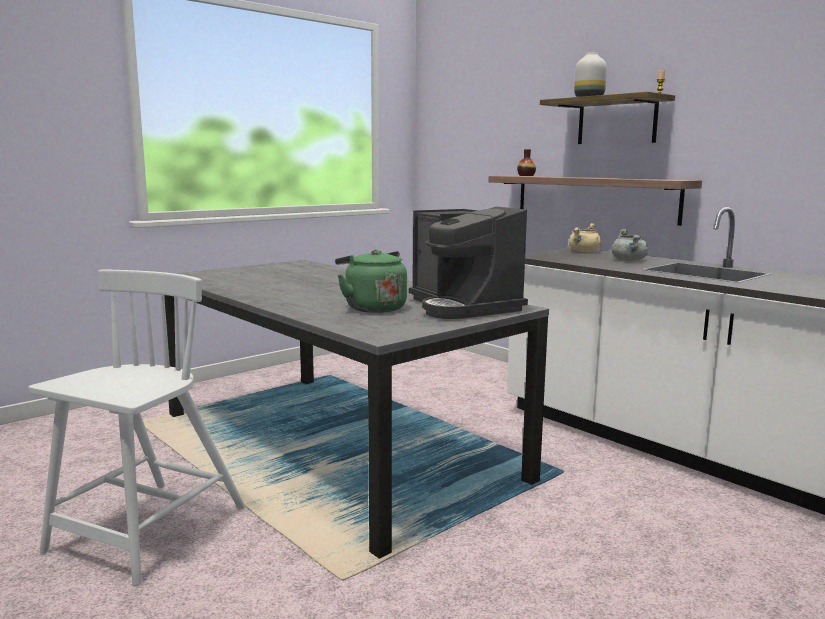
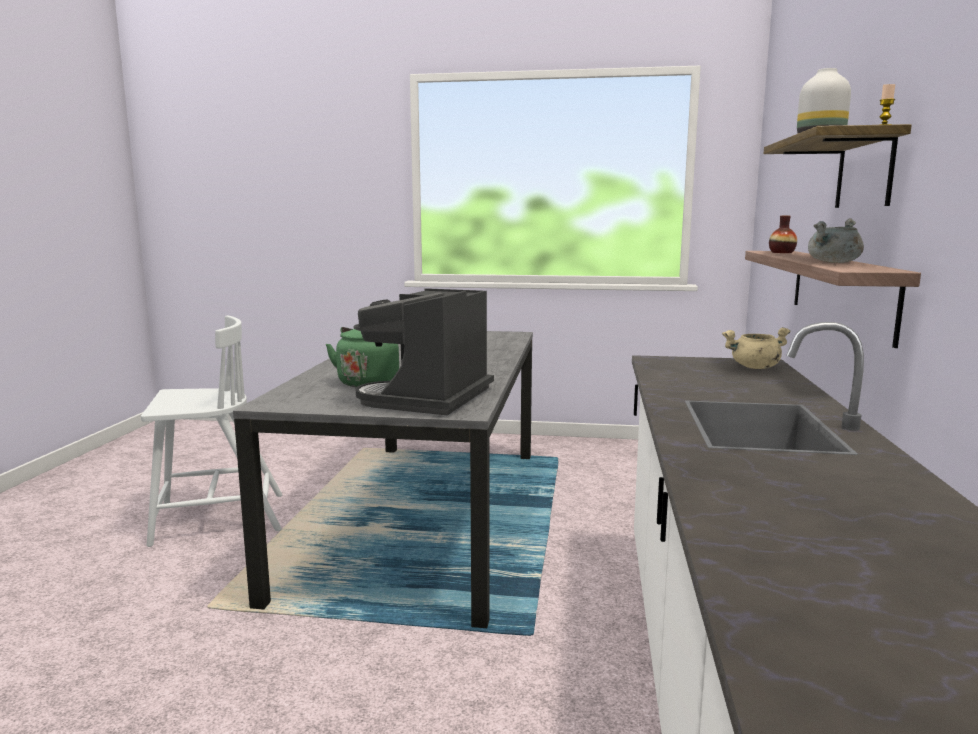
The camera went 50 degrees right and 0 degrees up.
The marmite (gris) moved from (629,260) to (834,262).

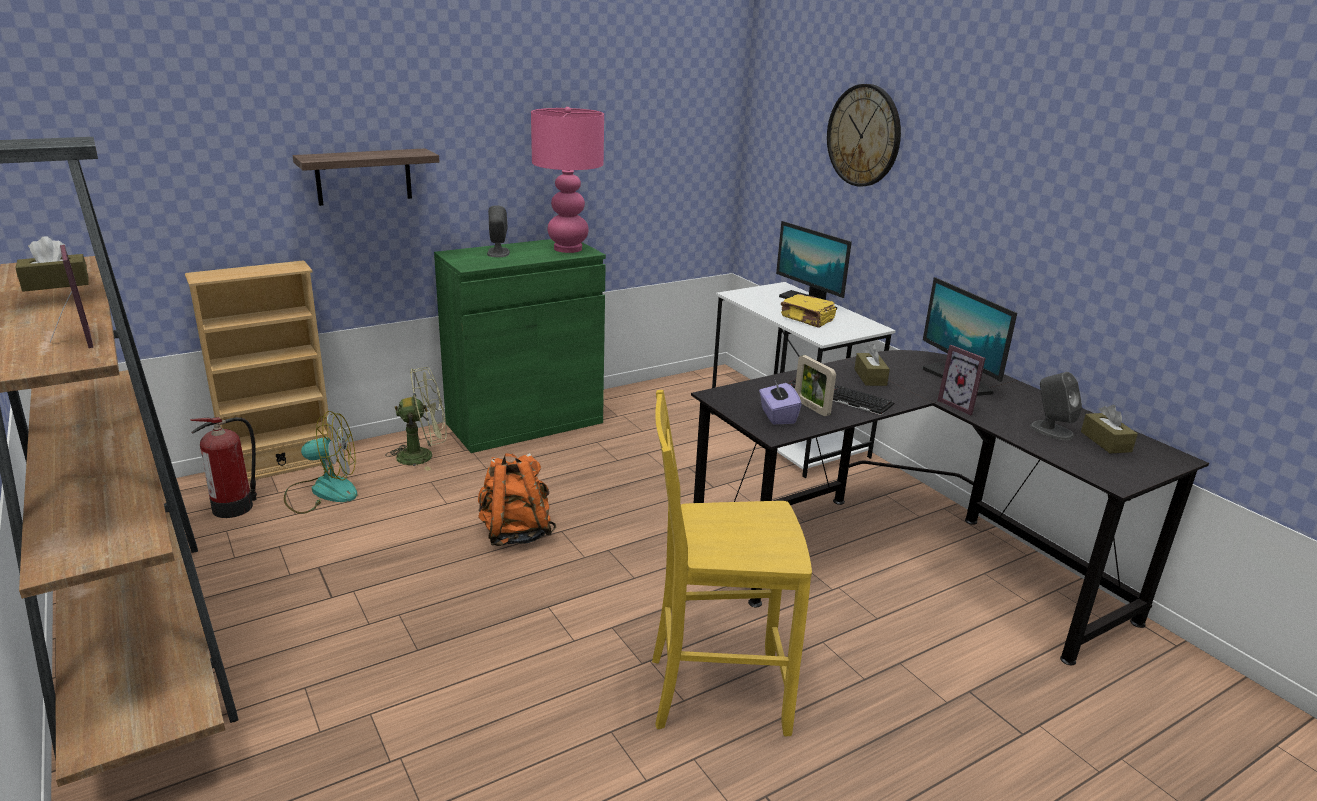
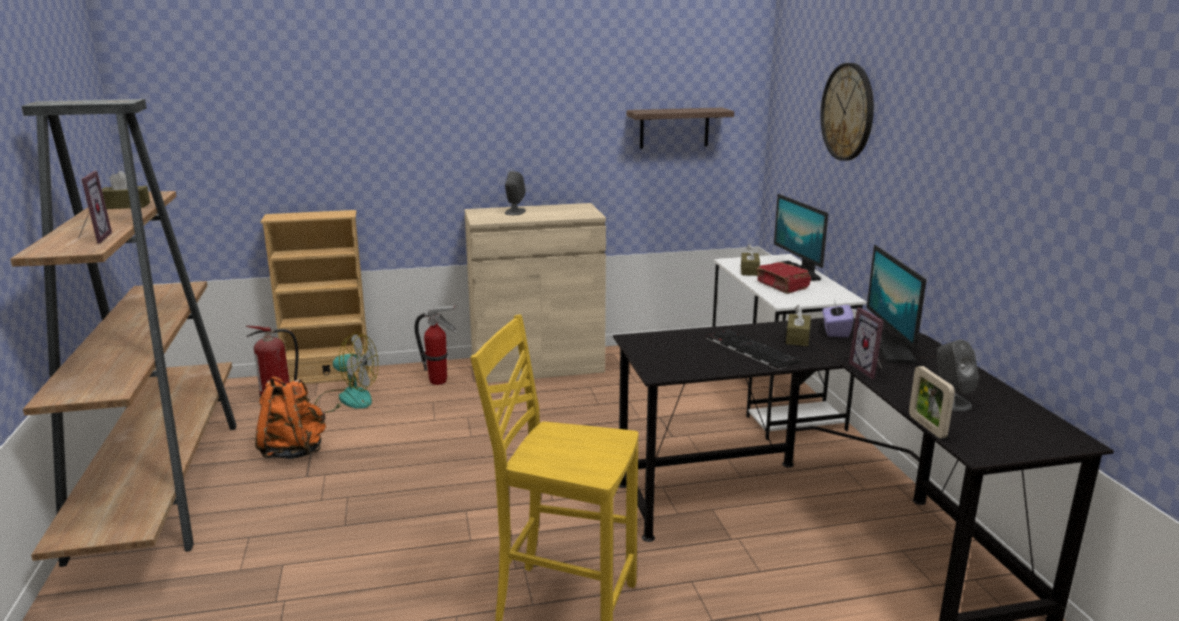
The camera went 20 degrees right and 5 degrees down.
The lampe de table (rose) at (567,248) disappeared.
The étagère moved from (363,176) to (674,128).
The meuble de rangement (vert) at (525,423) became the meuble de rangement (beige) at (537,365).
The livre (jaune) at (807,319) became the livre (rouge) at (782,286).
The cadre photo moved from (811,407) to (927,426).
The ventilateur (vert) at (423,456) was replaced by the extincteur at (439,381).
The boîte à mouchoirs (violet) moved from (777,416) to (835,331).
The boîte à mouchoirs (marron) moved from (1105,441) to (749,270).
The sac à dos (orange) moved from (515,533) to (294,451).

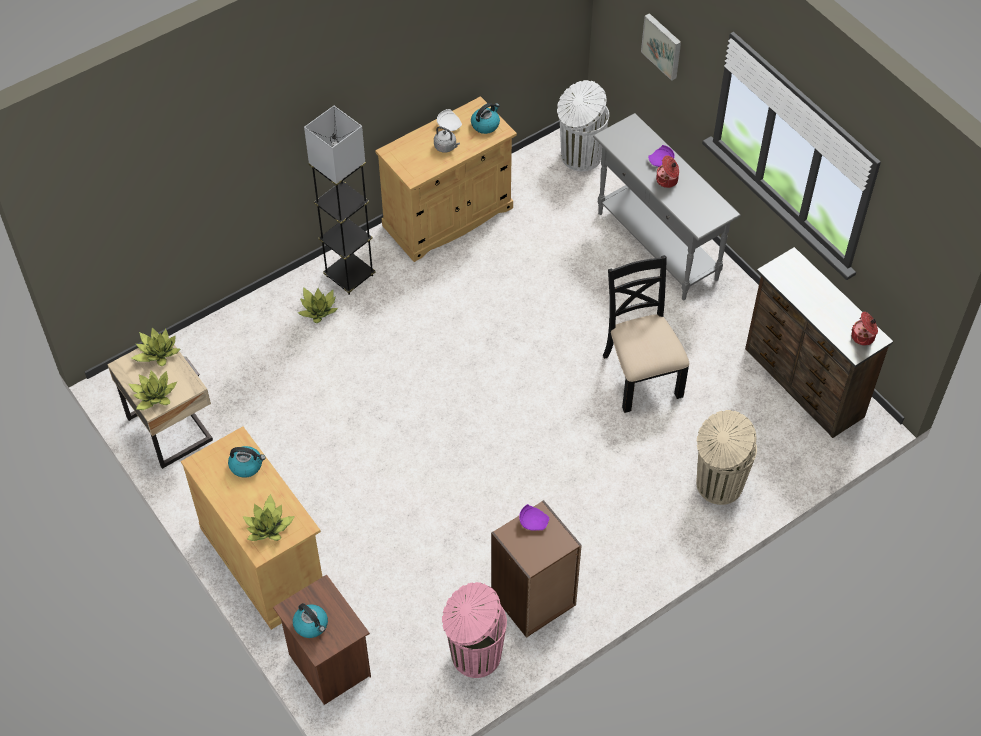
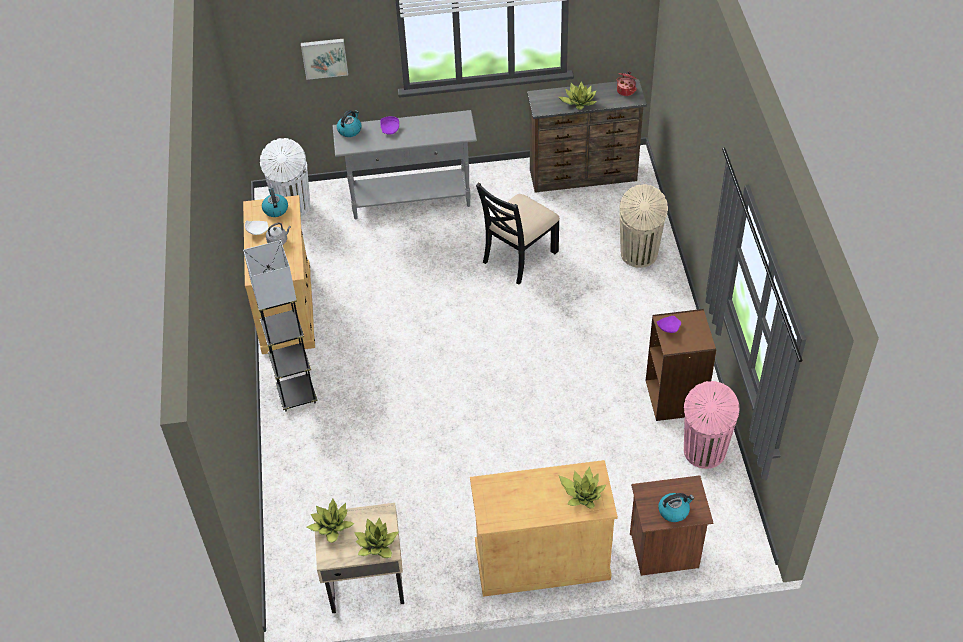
The camera went 60 degrees left and 5 degrees down.
The marmite at (667,180) disappeared.
The chaise (noir) at (641,375) turned 60 degrees counterclockwise.
The plante en pot moved from (318,310) to (578,101).
The bouilloire moved from (246,465) to (349,130).

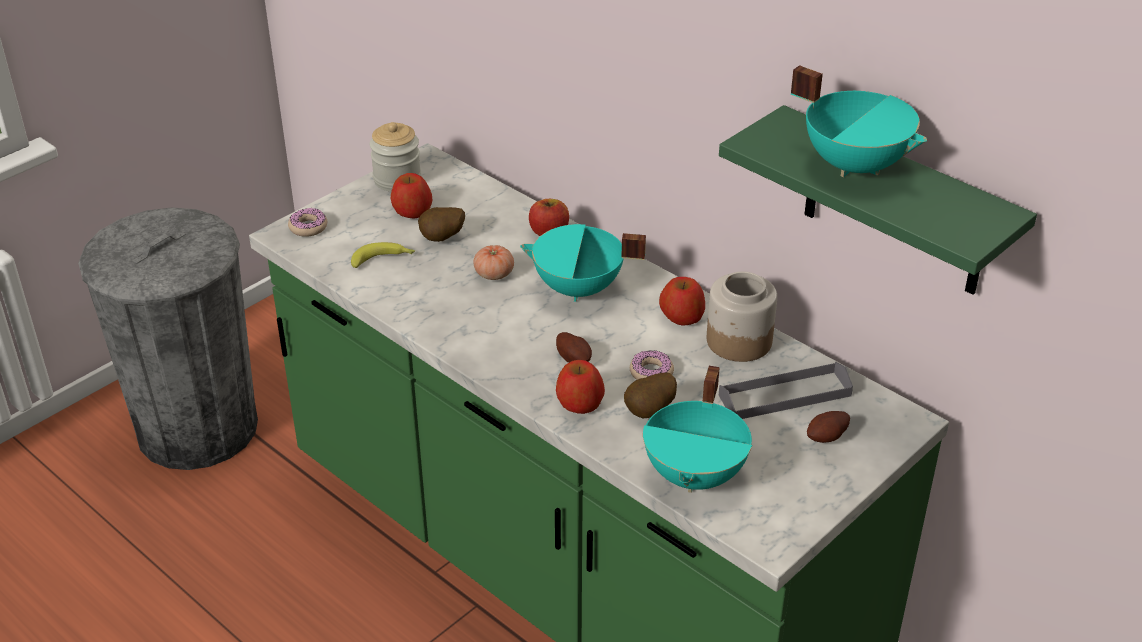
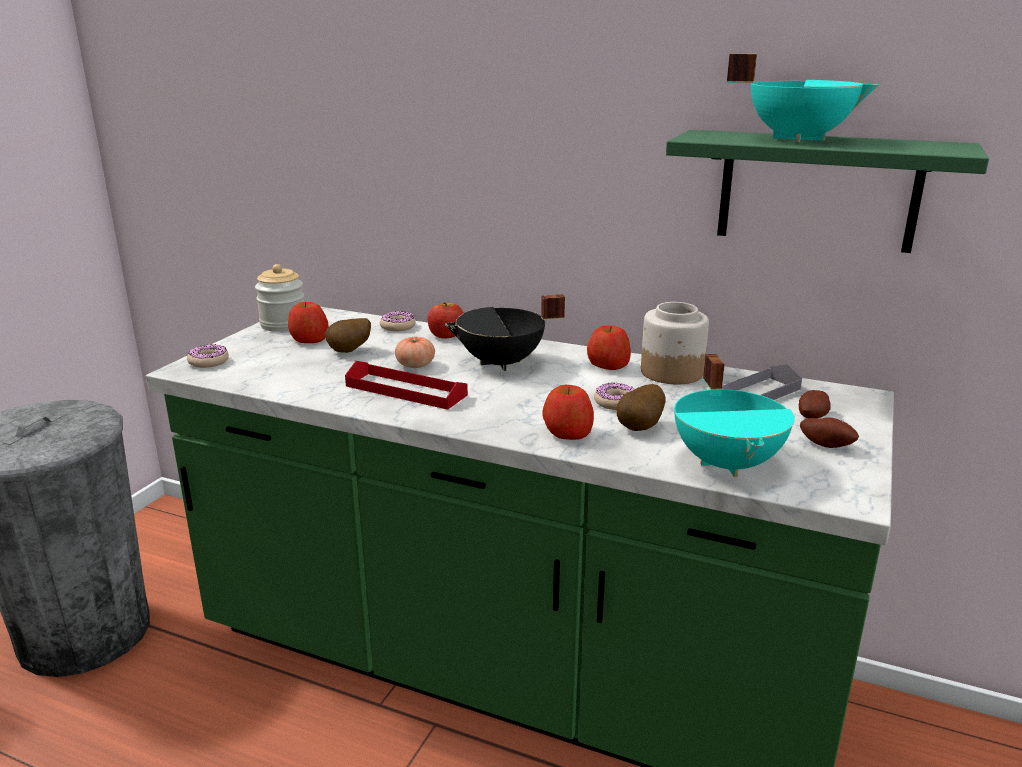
The camera went 20 degrees left and 15 degrees down.
The marmite (turquoise) at (578,289) became the marmite (noir) at (502,363).
The banane at (383,260) disappeared.
The pomme de terre moved from (574,359) to (827,445).
The beignet at (398,326) appeared.
The plateau (rouge) at (406,390) appeared.

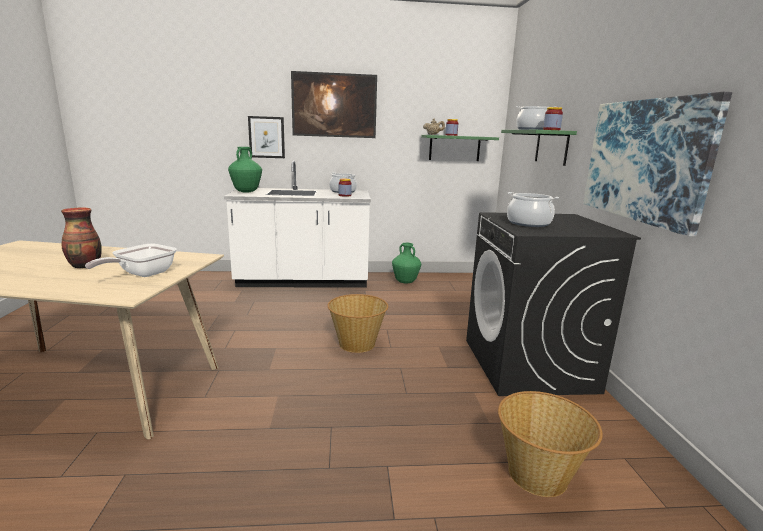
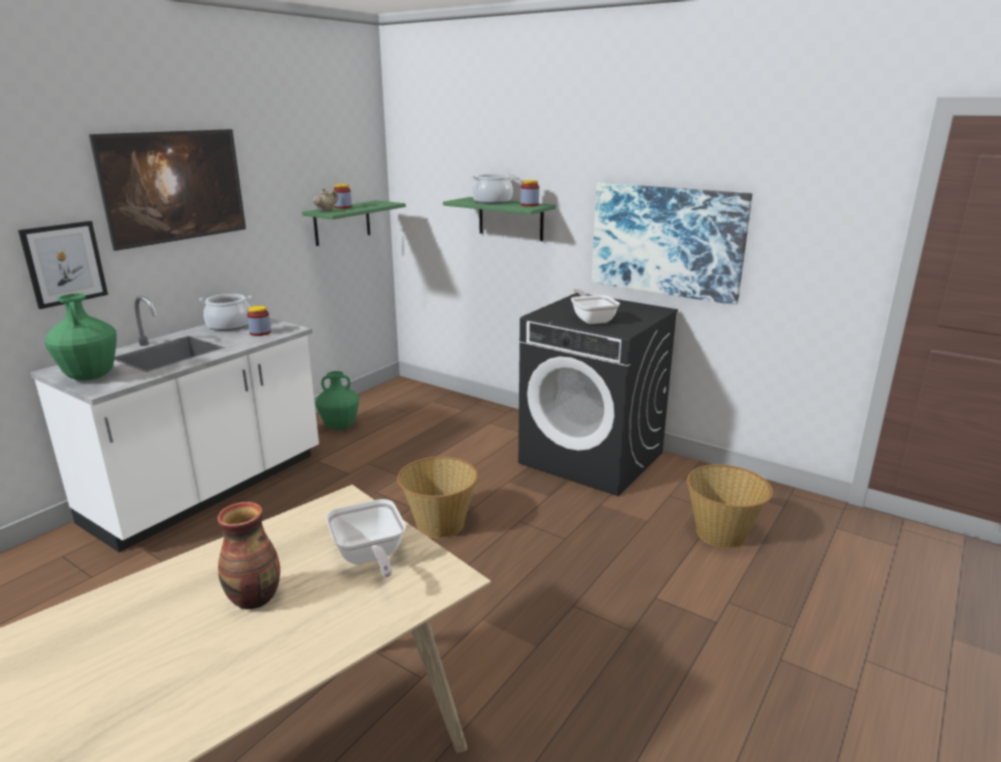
The camera went 50 degrees left and 5 degrees up.
The marmite at (528,223) was replaced by the poêle at (592,319).

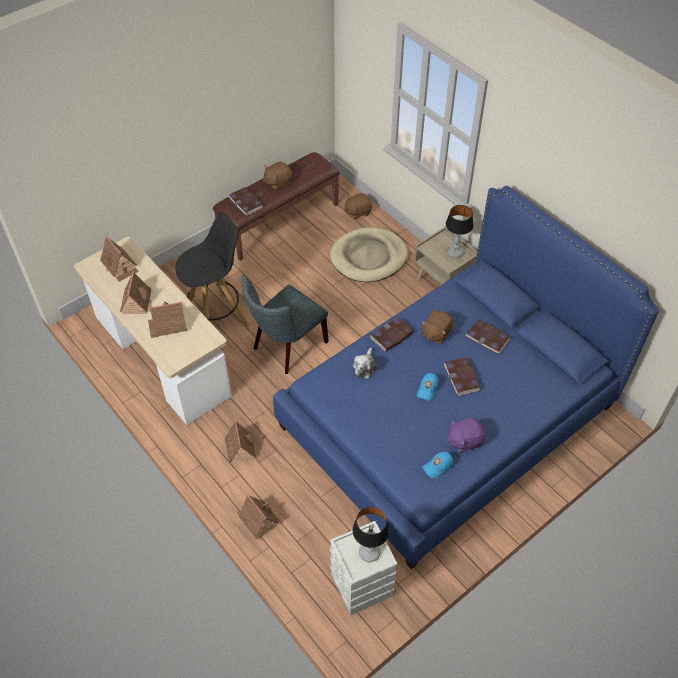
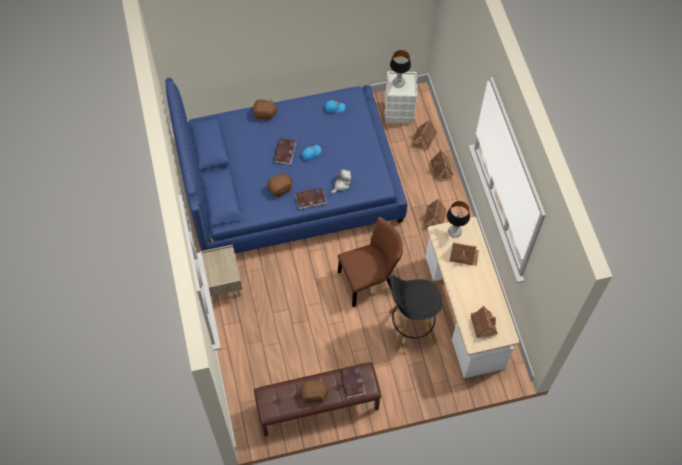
The camera went 155 degrees left and 10 degrees up.
The peluche (marron) moved from (357,212) to (265,114).
The lampe de table moved from (455,253) to (455,231).
The panier pour chien (beige) at (368,257) disappeared.
The maison miniature moved from (136,301) to (423,139).
The chaise (gris) at (286,347) became the chaise (marron) at (370,280).
The livre at (487,338) disappeared.
The peluche (violet) at (464,440) disappeared.

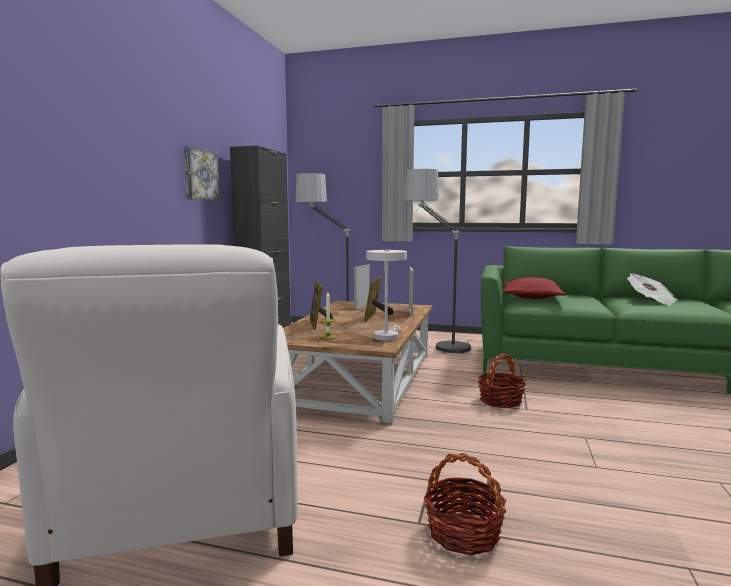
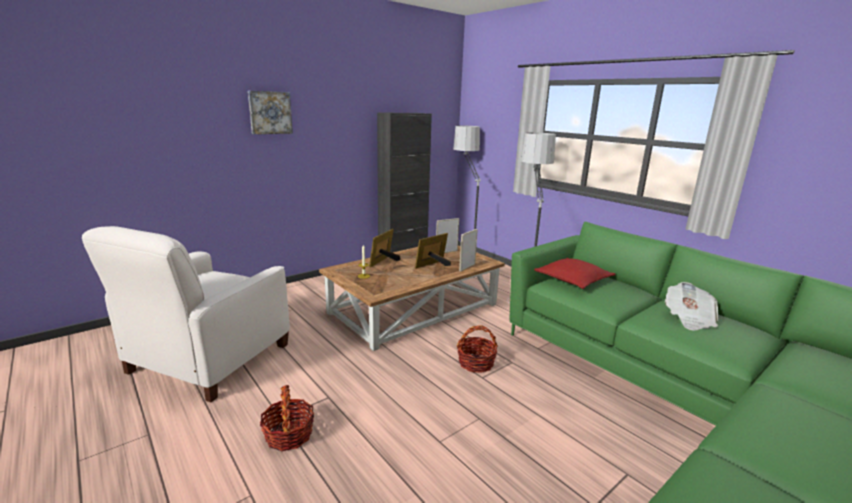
The camera went 35 degrees right and 10 degrees up.
The tableau moved from (199,174) to (270,112).
The lampe de table (blanc) at (387,336) disappeared.

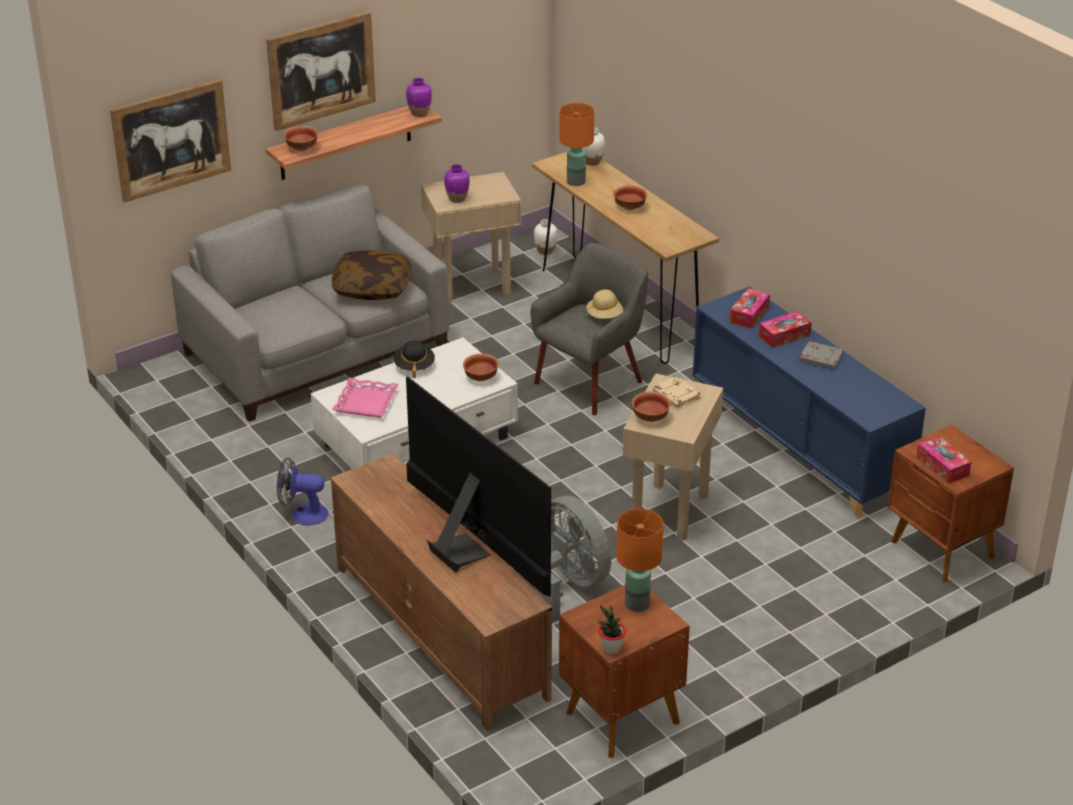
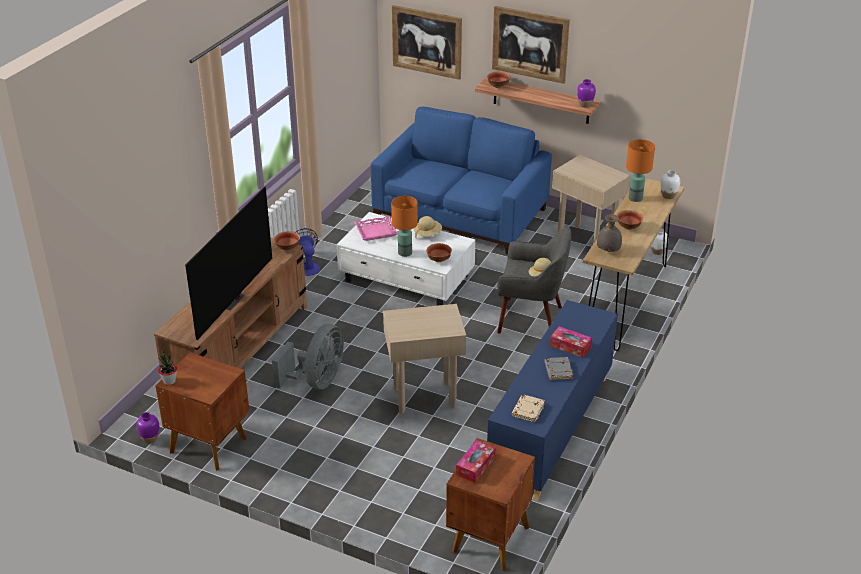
The camera went 60 degrees right and 0 degrees up.
The vase (violet) moved from (457,199) to (150,439).
The canapé (gris) at (317,351) became the canapé (bleu) at (460,214).
The coussin at (372,288) disappeared.
The boîte à mouchoirs at (749,314) disappeared.
The chapeau (noir) at (414,366) became the chapeau (beige) at (427,234).
The livre (beige) moved from (675,395) to (527,410).
The bol moved from (651,418) to (288,248).
The lampe de table (orange) moved from (636,604) to (404,253).
The vase (gris) at (608,250) appeared.

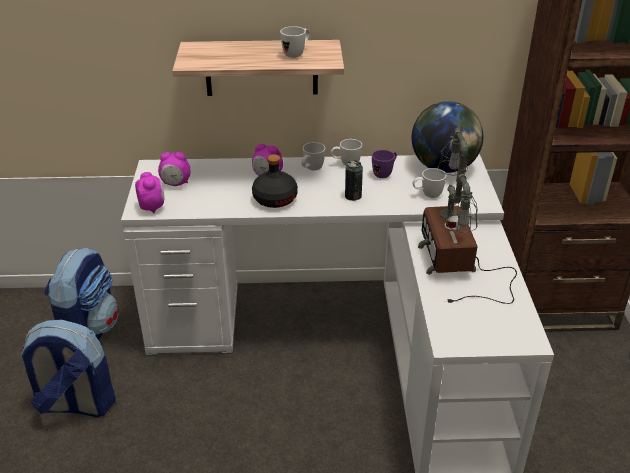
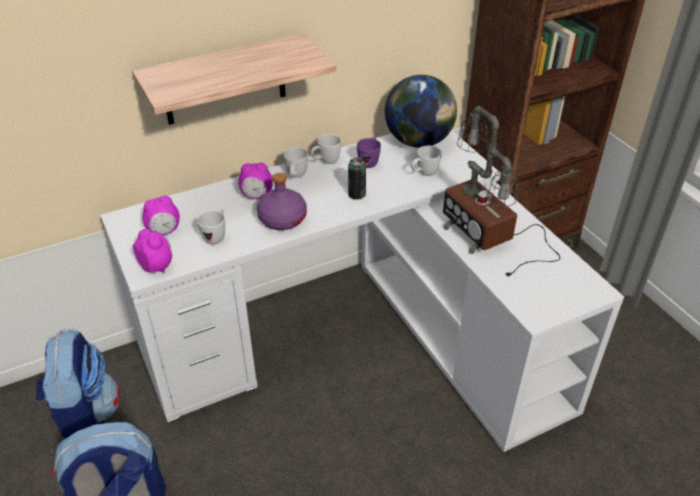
The camera went 25 degrees left and 5 degrees up.
The mug (blanc) moved from (296,54) to (216,236).
The bouteille (noir) at (274,199) became the bouteille (violet) at (282,219).

